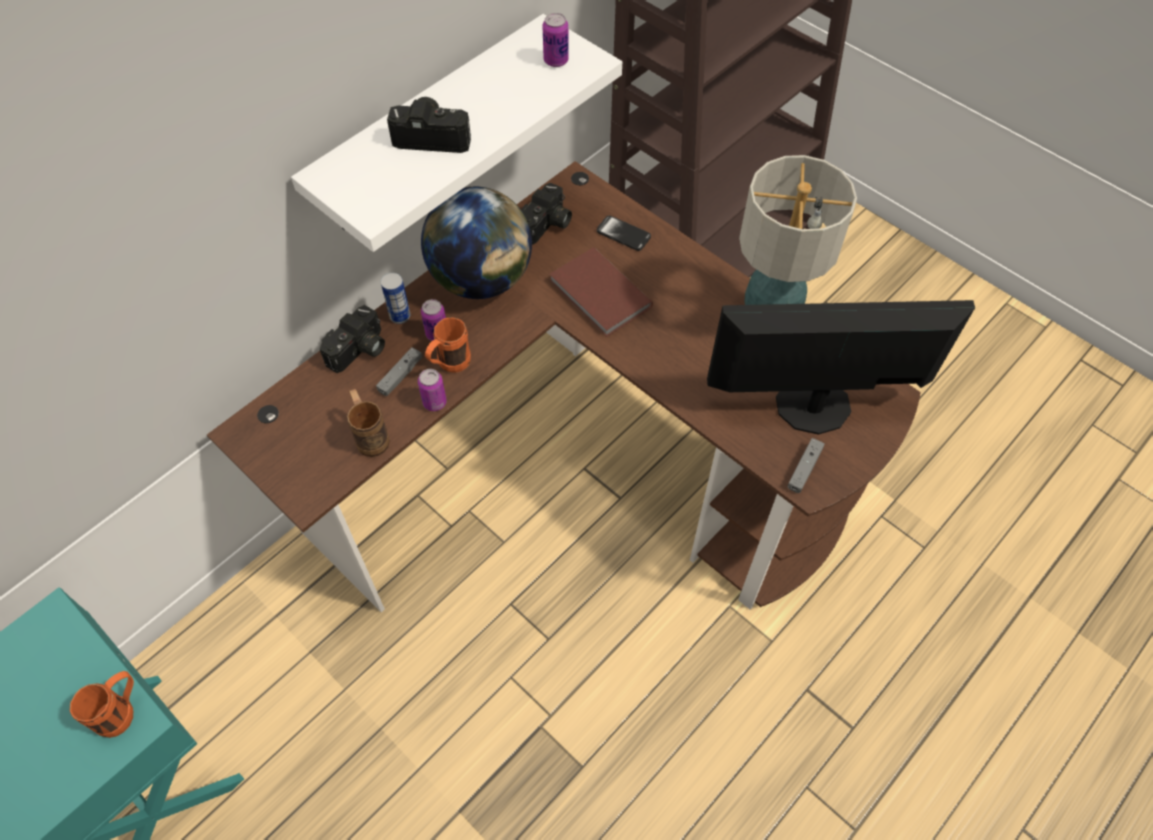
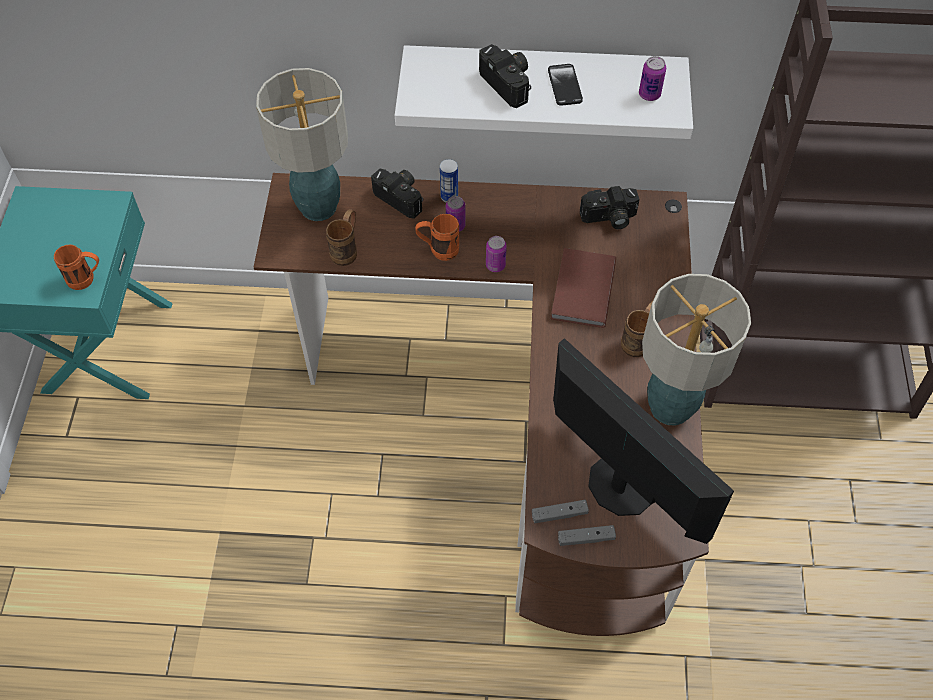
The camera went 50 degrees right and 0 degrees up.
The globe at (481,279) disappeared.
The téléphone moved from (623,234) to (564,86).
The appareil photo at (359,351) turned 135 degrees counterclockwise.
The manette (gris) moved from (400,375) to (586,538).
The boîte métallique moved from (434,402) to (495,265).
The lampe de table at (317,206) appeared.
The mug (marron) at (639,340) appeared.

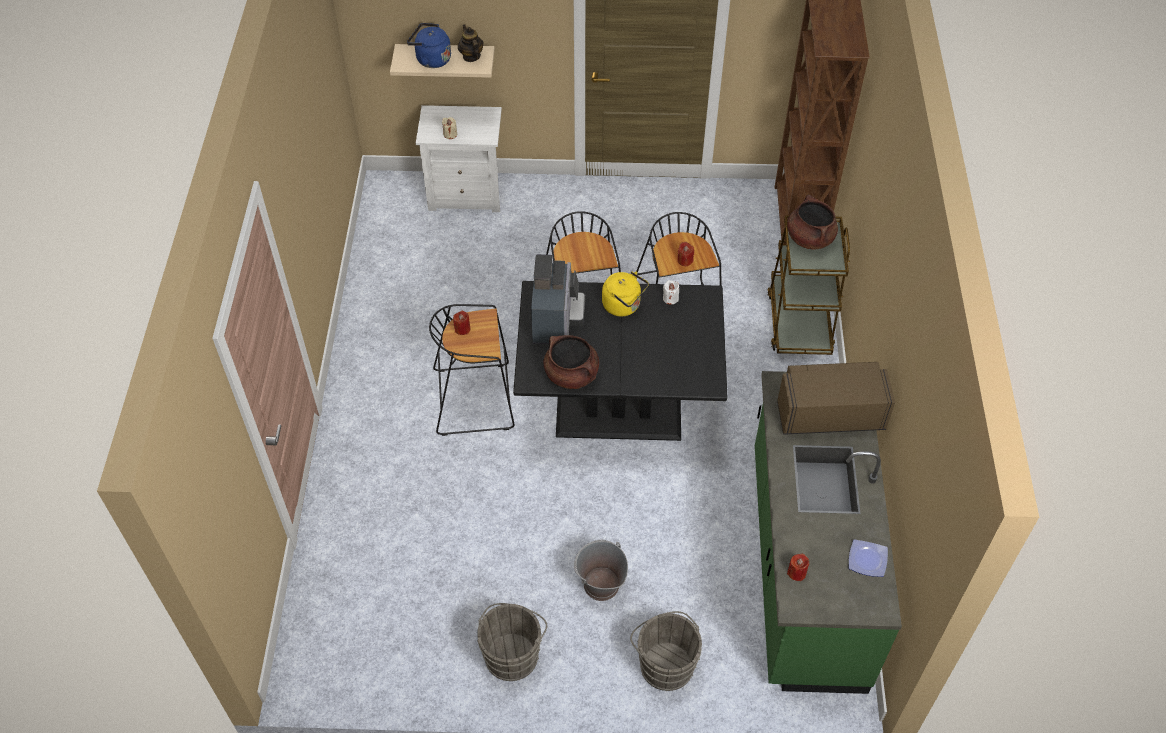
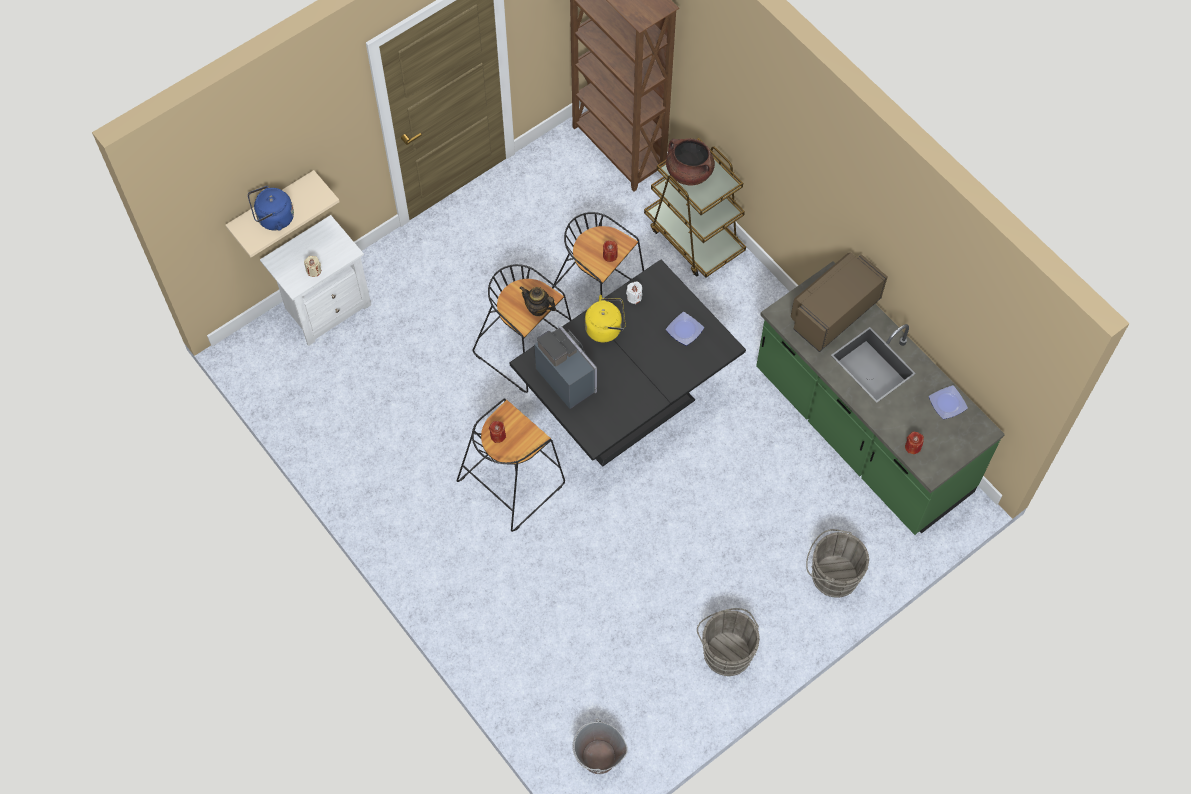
The camera went 40 degrees left and 10 degrees up.
The théière moved from (471,56) to (538,308).
The marmite (marron) at (572,374) disappeared.
The seau (gris) moved from (600,585) to (598,758).
The assiette at (684,331) appeared.

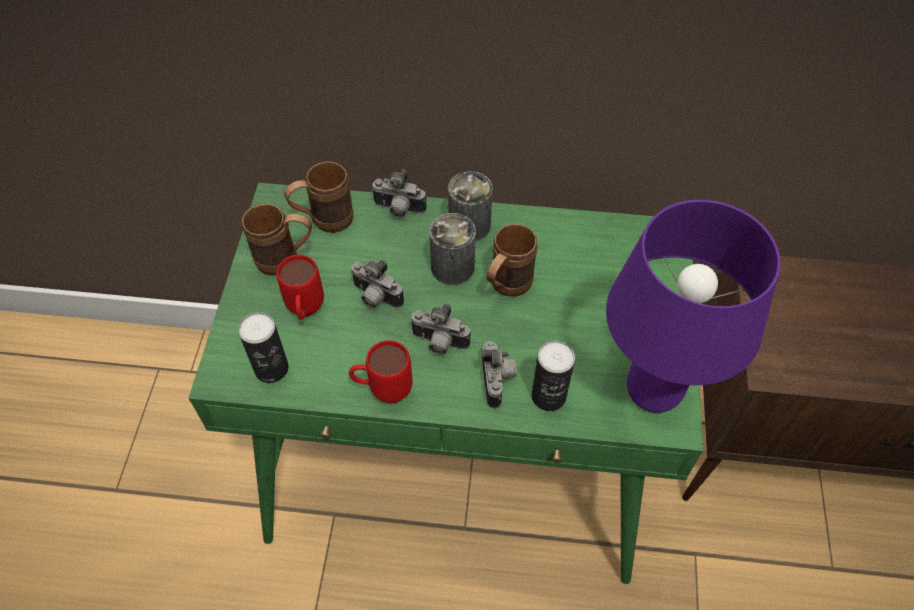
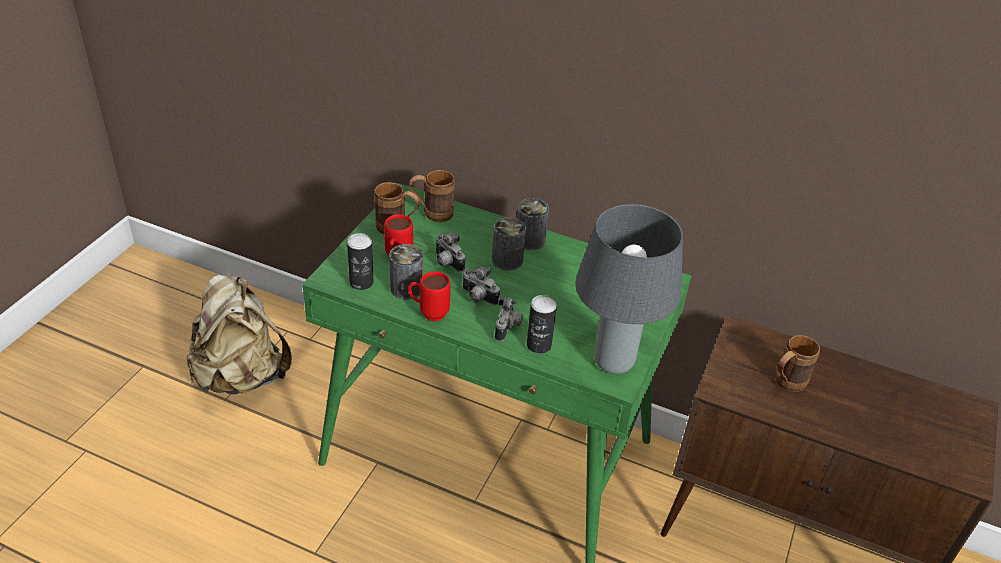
The camera went 15 degrees right and 15 degrees down.
The appareil photo at (398,210) disappeared.
The lampe de table (violet) at (652,390) became the lampe de table (gris) at (613,361).
The mug (marron) moved from (505,288) to (785,384).
The boîte métallique at (406,288) appeared.
The sac à dos (beige) at (241,376) appeared.

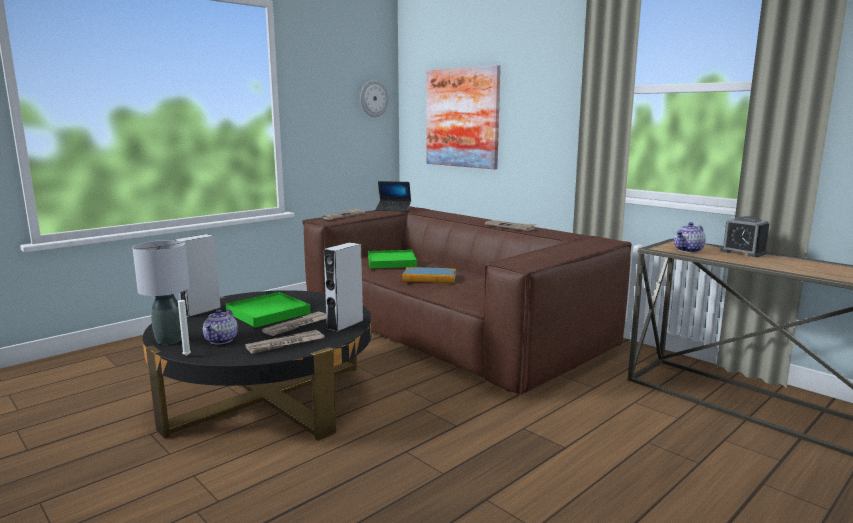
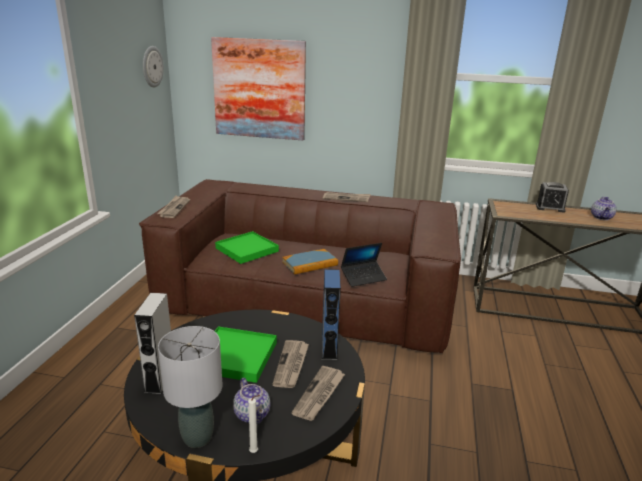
The camera went 35 degrees left and 10 degrees up.
The ordinateur portable moved from (393,209) to (363,277).
The théière moved from (689,251) to (602,217).
The enceinte (gris) at (345,324) became the enceinte (bleu) at (329,348).

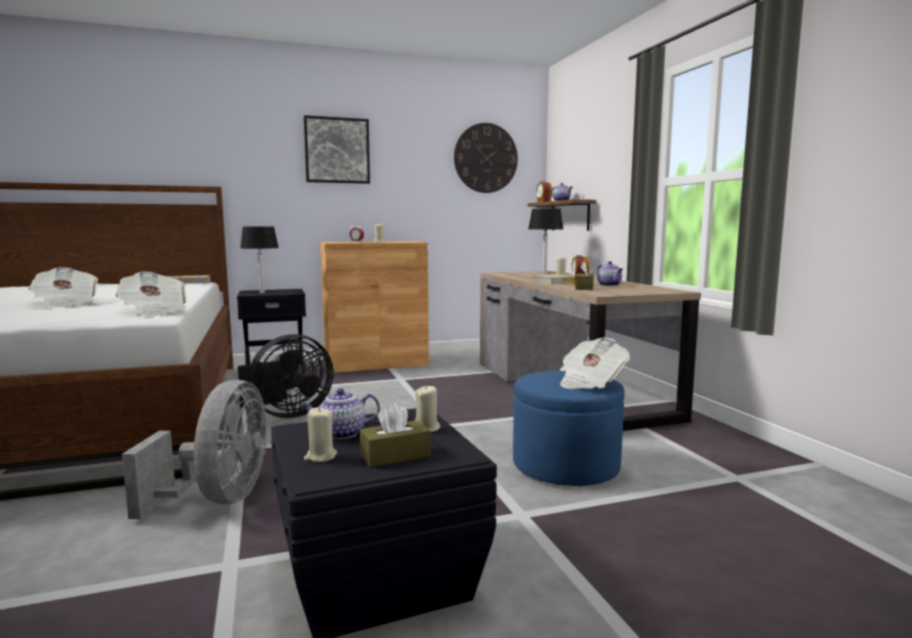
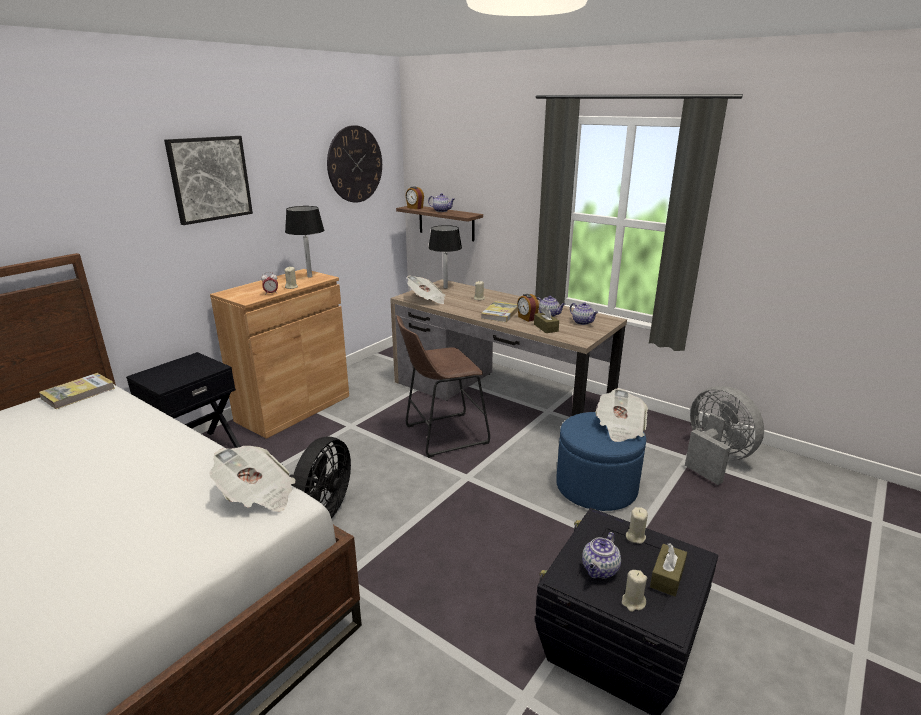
The camera went 35 degrees left and 15 degrees up.
The lampe de table (noir) moved from (262,293) to (310,276).
The journal moved from (66,303) to (427,300).
The ventilateur (gris) moved from (219,499) to (714,459).
The théière at (583,322) appeared.
The tabouret (marron) at (441,435) appeared.

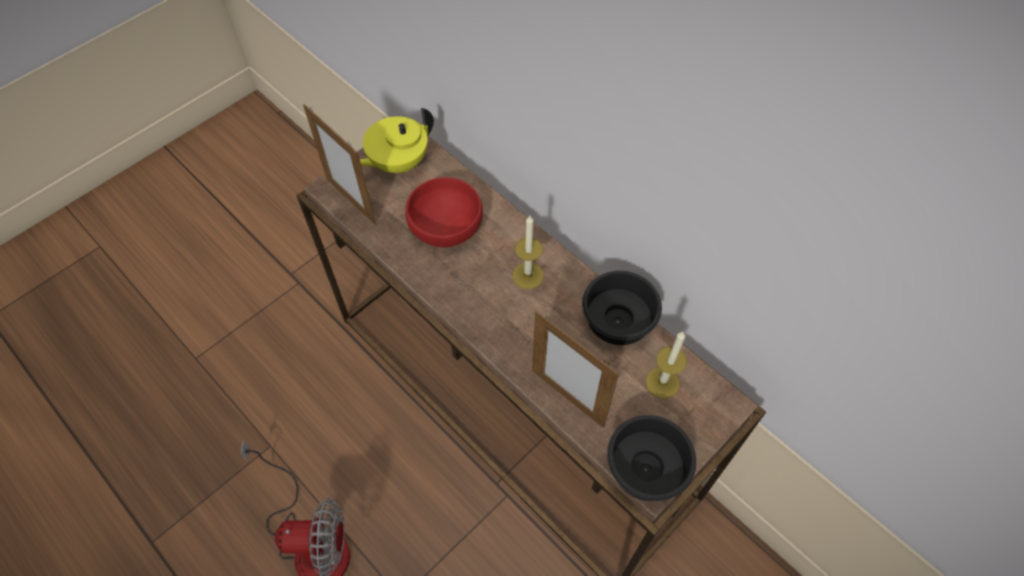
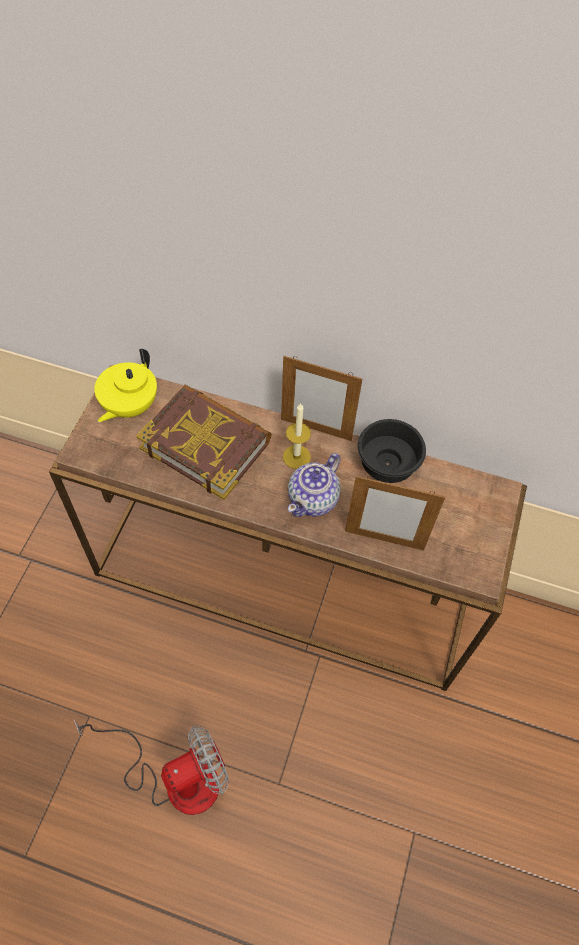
The camera went 30 degrees left and 0 degrees up.
The cadre photo moved from (351,201) to (316,429).
The bol (rouge) at (447,227) was replaced by the livre at (206,444).
The bougie at (662,383) disappeared.
The bol (noir) at (648,470) disappeared.
The théière at (314,499) appeared.

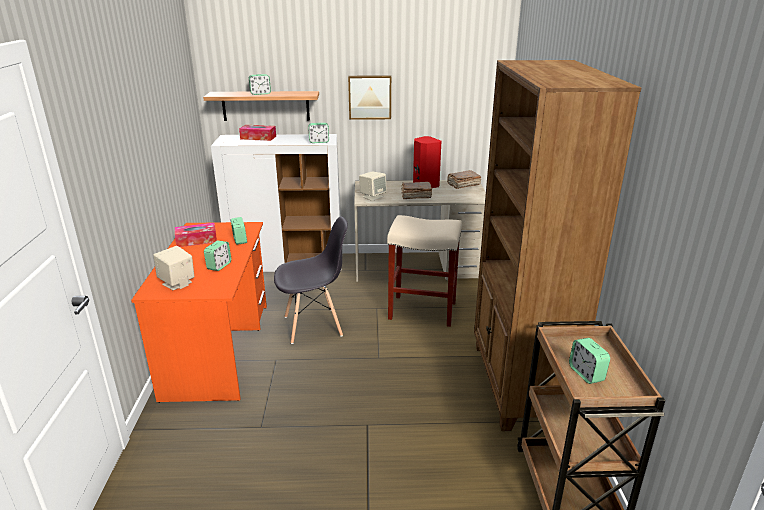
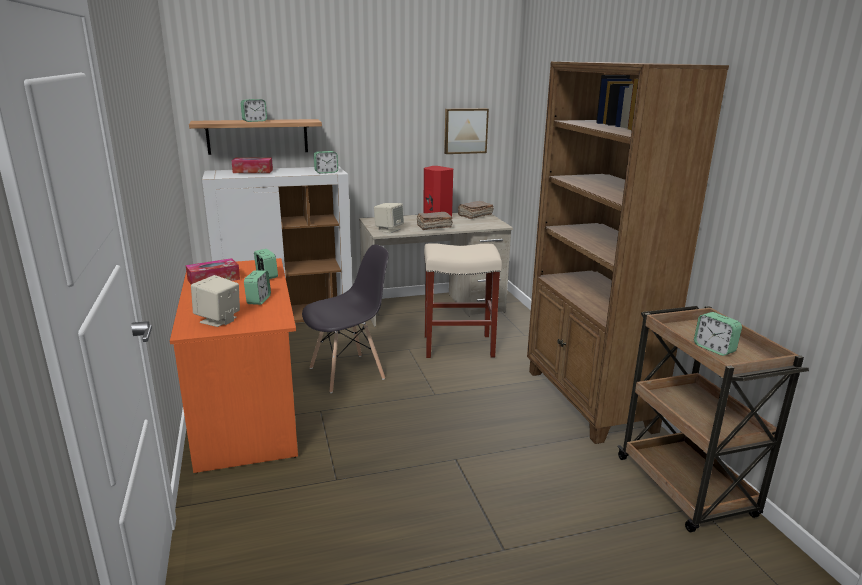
The camera went 15 degrees left and 5 degrees down.
The tableau moved from (369,97) to (465,130).

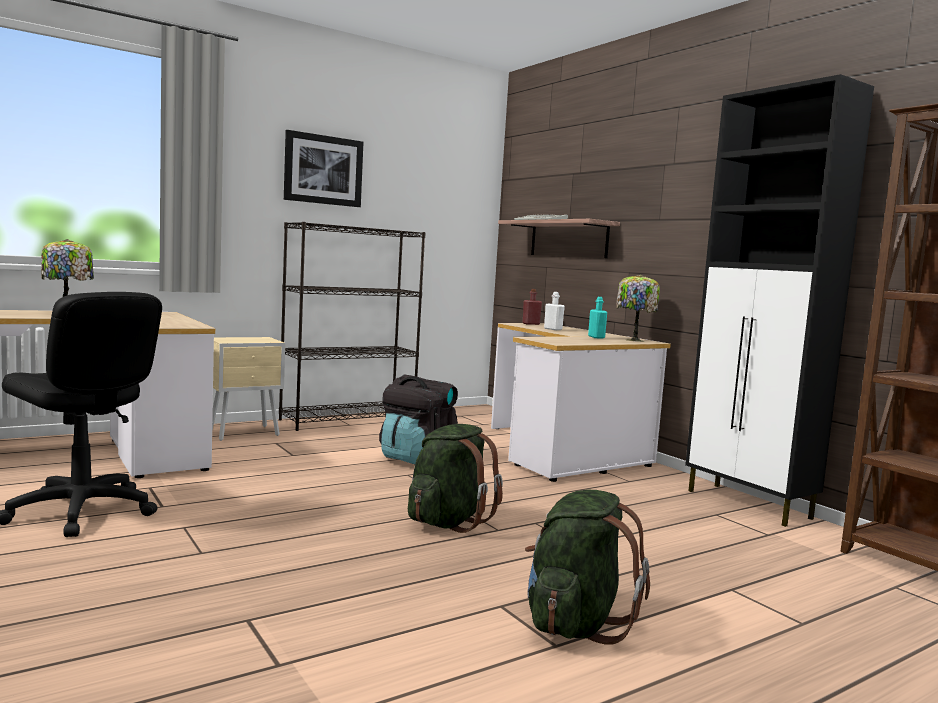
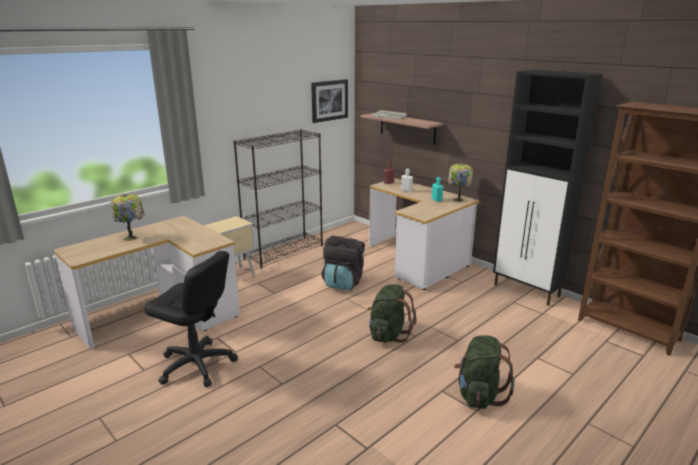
The camera went 10 degrees left and 15 degrees up.
The tableau moved from (323,170) to (329,100).

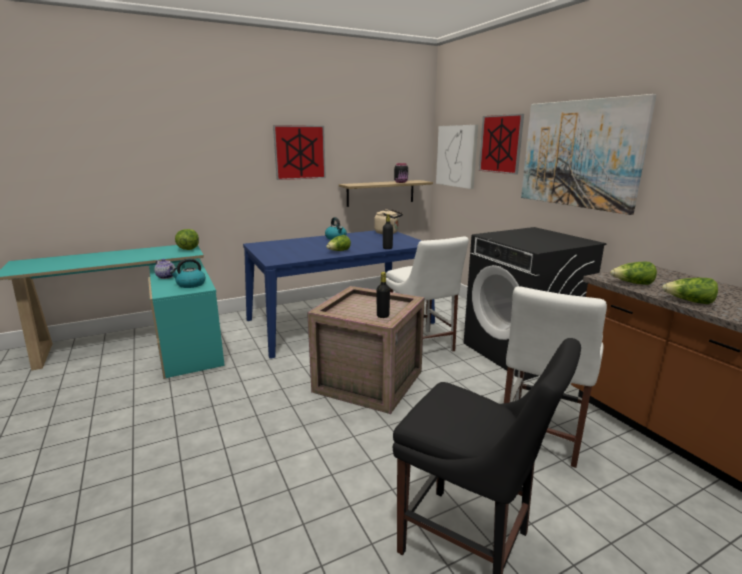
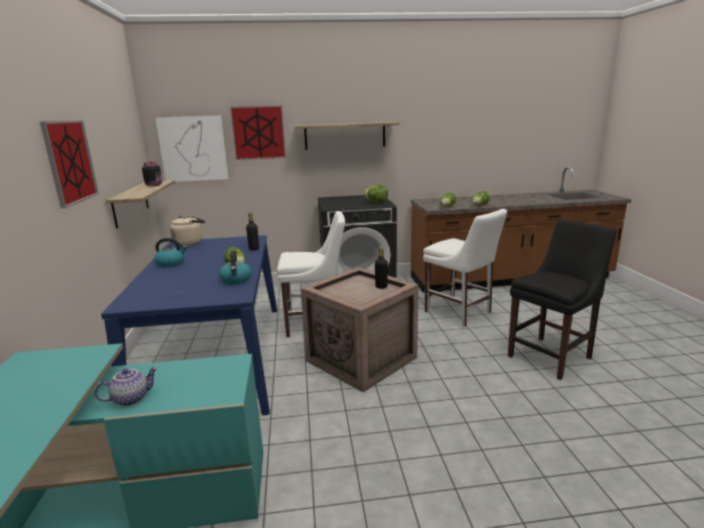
The camera went 70 degrees left and 0 degrees up.
The tableau at (579,154) was replaced by the étagère at (345,135).
The laitue moved from (188,249) to (376,203).
The bouilloire moved from (190,284) to (236,280).

